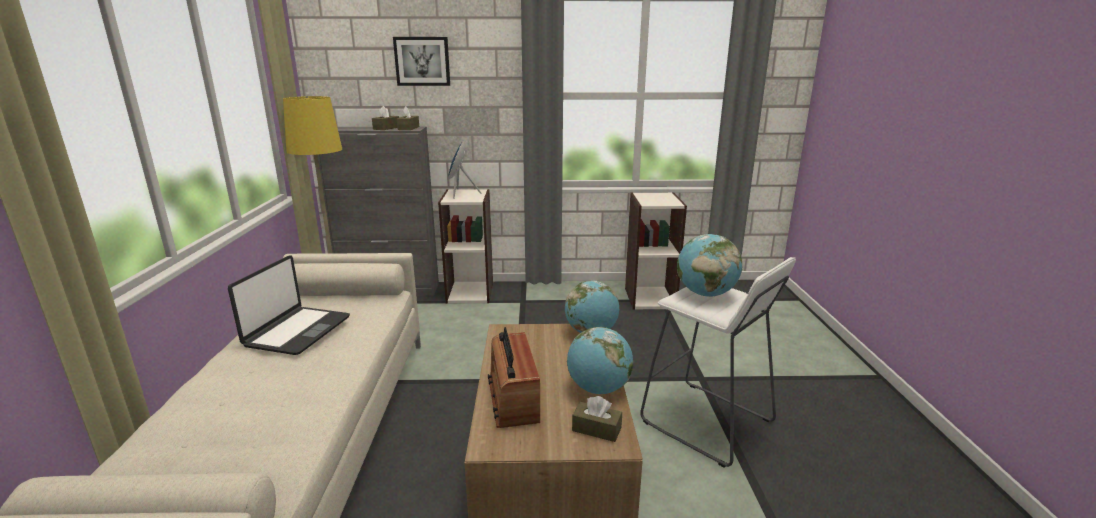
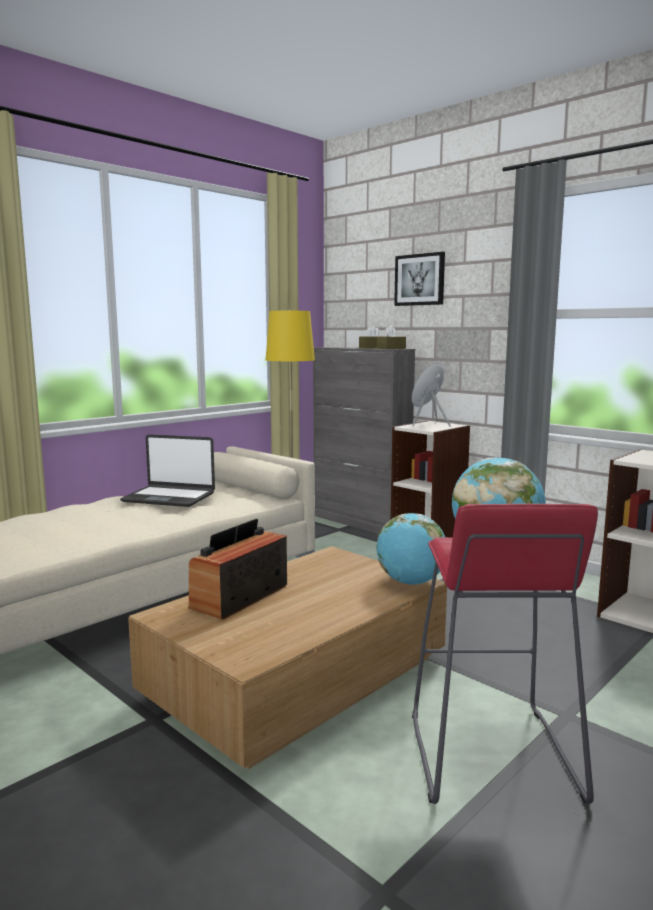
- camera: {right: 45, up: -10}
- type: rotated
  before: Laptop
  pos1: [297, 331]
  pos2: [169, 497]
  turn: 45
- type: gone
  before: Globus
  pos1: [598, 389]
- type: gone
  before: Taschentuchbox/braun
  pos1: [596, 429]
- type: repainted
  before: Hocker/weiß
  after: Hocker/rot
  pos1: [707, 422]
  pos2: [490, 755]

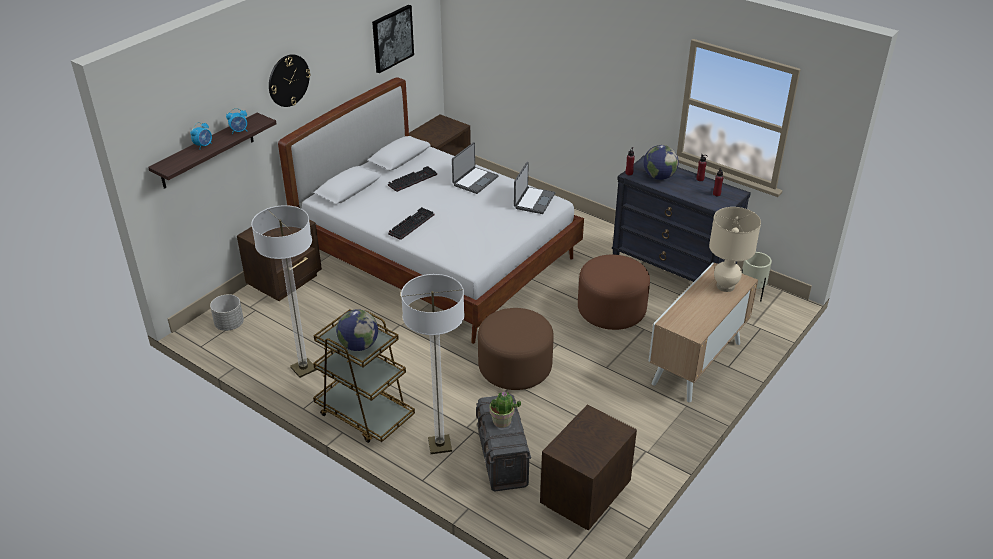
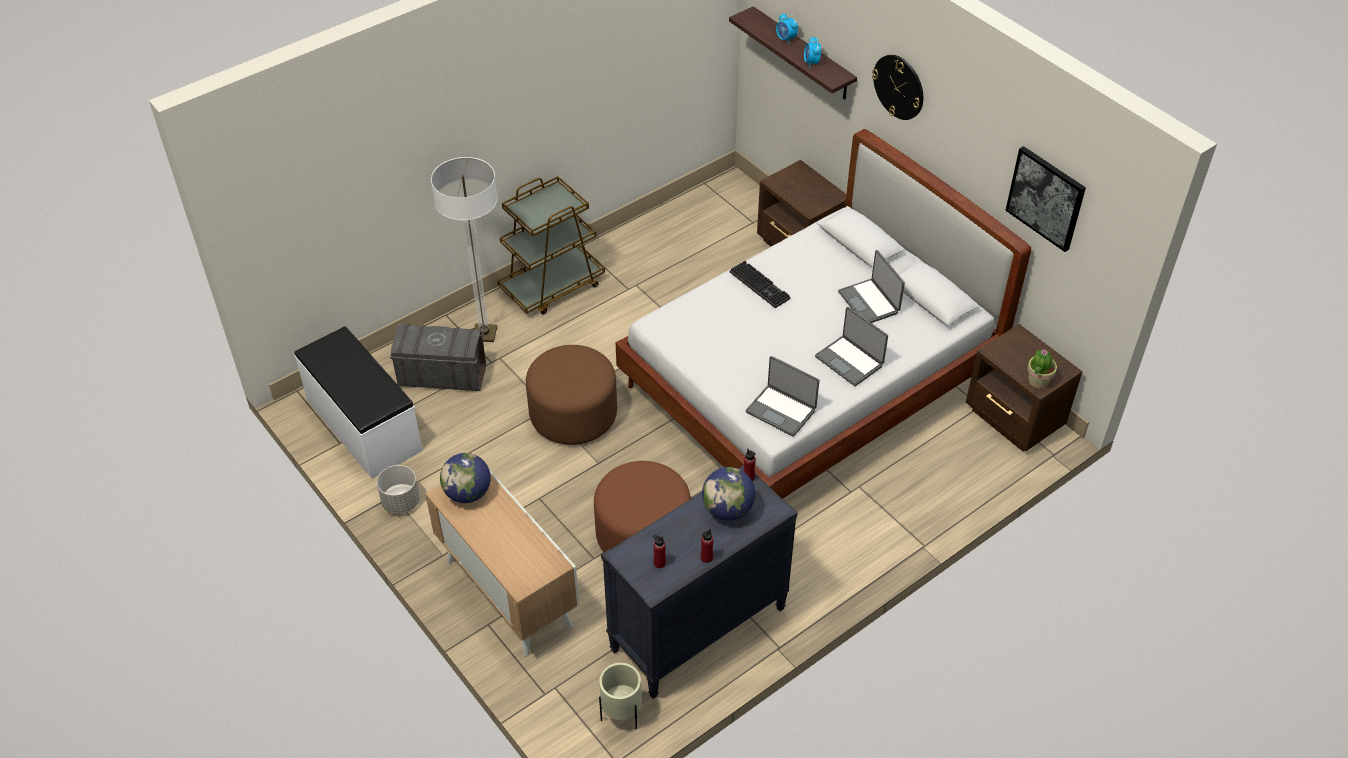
- camera: {right: 105, up: 10}
- type: shifted
  before: Pflanzkübel/grau
  pos1: [229, 324]
  pos2: [401, 502]
- type: gone
  before: Stehlampe
  pos1: [303, 368]
- type: shifted
  before: Globus
  pos1: [359, 345]
  pos2: [468, 493]
- type: swapped
  before: Tastatur
  after: Laptop
  pos1: [412, 179]
  pos2: [869, 302]
- type: shifted
  before: Topfpflanze
  pos1: [502, 421]
  pos2: [1038, 381]
- type: swapped
  before: Nachttisch/braun
  after: Bank/weiß
  pos1: [583, 497]
  pos2: [363, 425]
- type: gone
  before: Tischlampe/beige
  pos1: [725, 286]

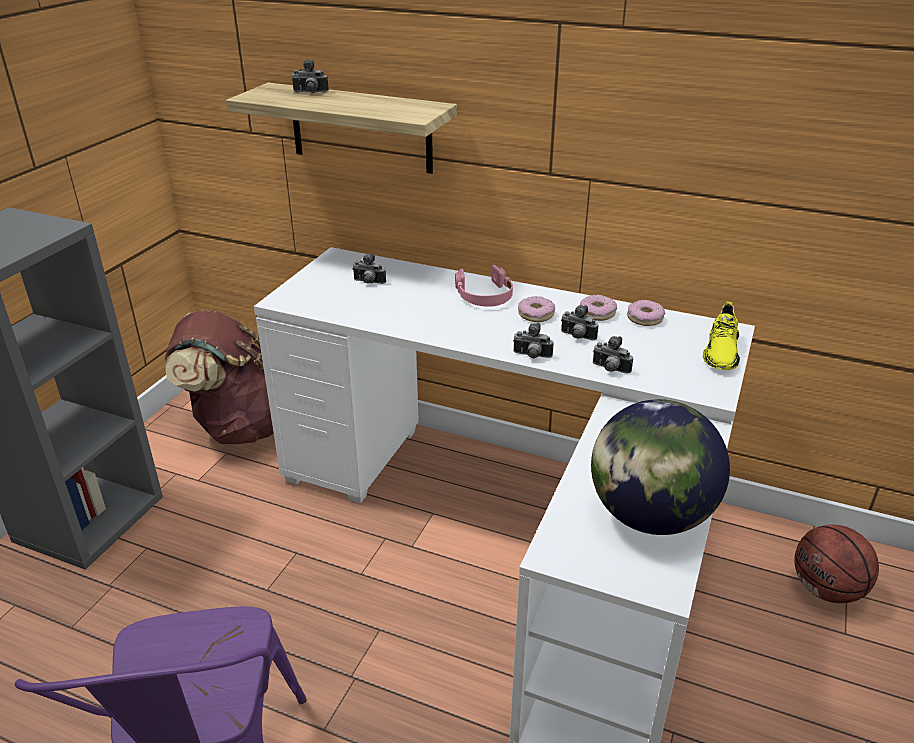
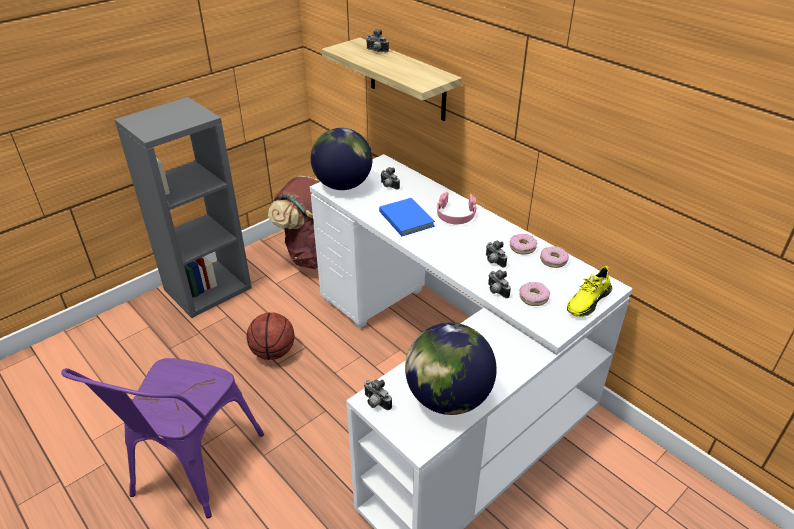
- camera: {right: 25, up: 5}
- type: shifted
  before: Kamera
  pos1: [532, 356]
  pos2: [375, 403]
- type: shifted
  before: Donut
  pos1: [536, 314]
  pos2: [533, 297]
- type: shifted
  before: Basketball
  pos1: [826, 590]
  pos2: [273, 352]
- type: new
  after: Globus
  pos2: [343, 185]
- type: new
  after: Buch/blau
  pos2: [406, 218]

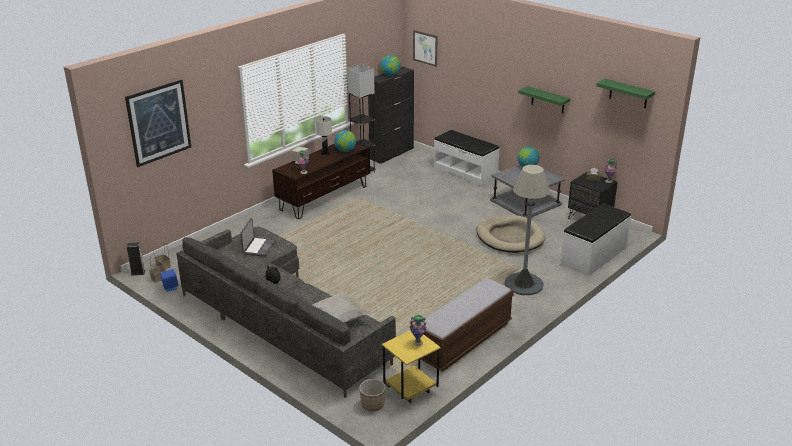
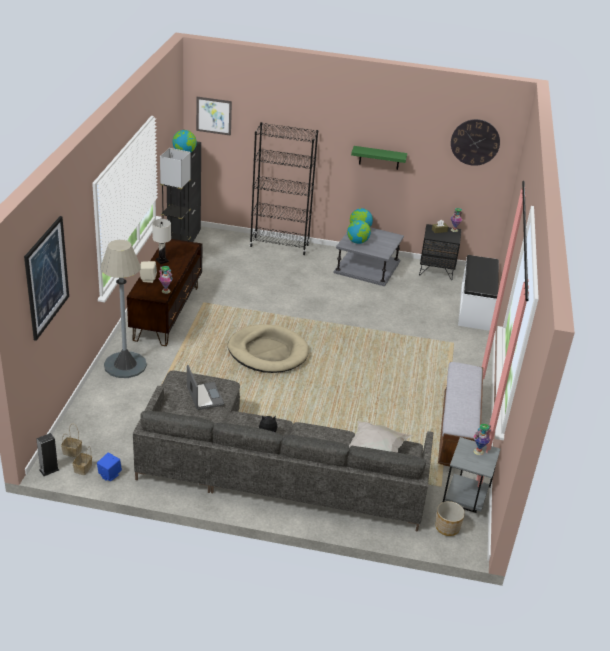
- camera: {right: -35, up: 5}
- type: shifted
  before: Globus
  pos1: [345, 151]
  pos2: [357, 242]
- type: repainted
  before: Beistelltisch/gelb
  after: Beistelltisch/grau
  pos1: [410, 391]
  pos2: [464, 500]
- type: swapped
  before: Bank/weiß
  after: Bücherregal/schwarz
  pos1: [465, 172]
  pos2: [279, 246]
- type: shifted
  before: Hundebett/beige
  pos1: [510, 237]
  pos2: [268, 352]
- type: shifted
  before: Stehlampe/grau
  pos1: [524, 284]
  pos2: [125, 365]
- type: swapped
  before: Wandregal/grün
  after: Wanduhr
  pos1: [628, 94]
  pos2: [475, 142]

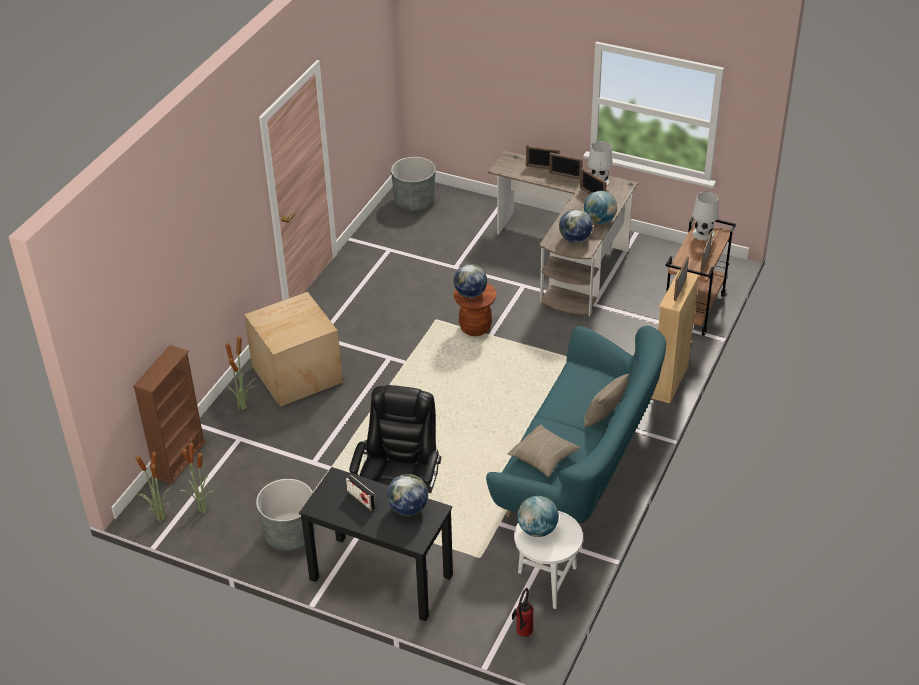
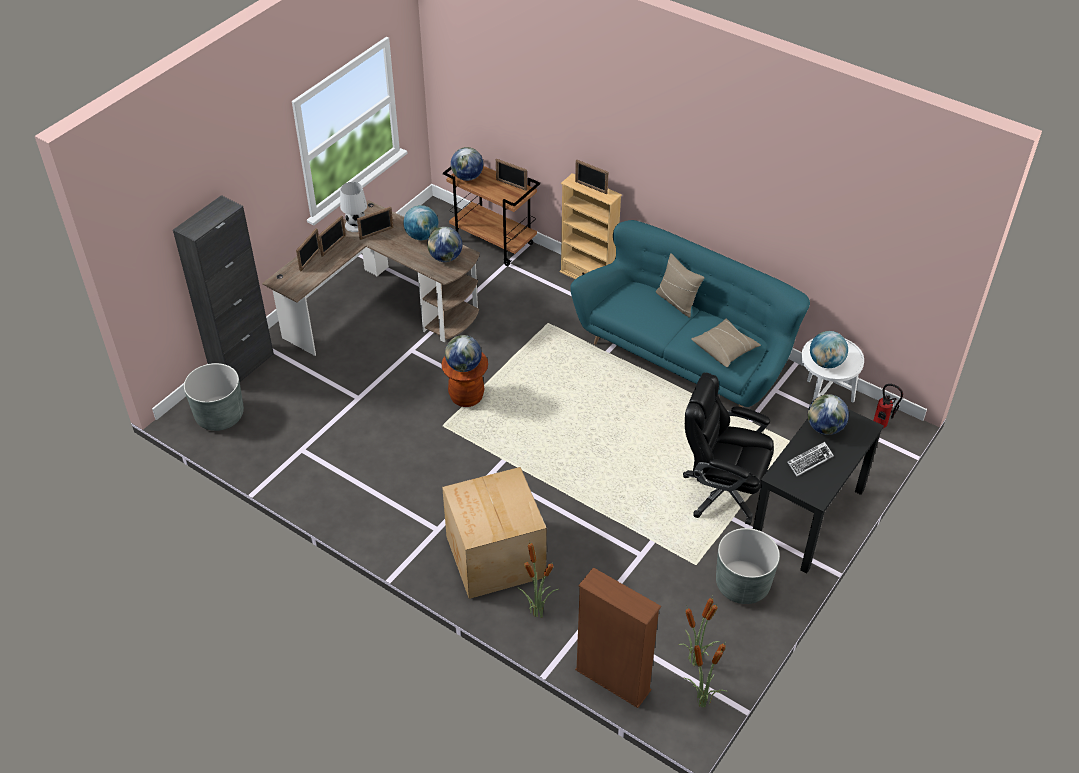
- camera: {right: -80, up: 5}
- type: swapped
  before: Radio
  after: Tastatur
  pos1: [361, 499]
  pos2: [809, 461]
- type: swapped
  before: Tischlampe/weiß
  after: Globus
  pos1: [703, 233]
  pos2: [467, 177]
- type: new
  after: Schrank/schwarz
  pos2: [243, 366]

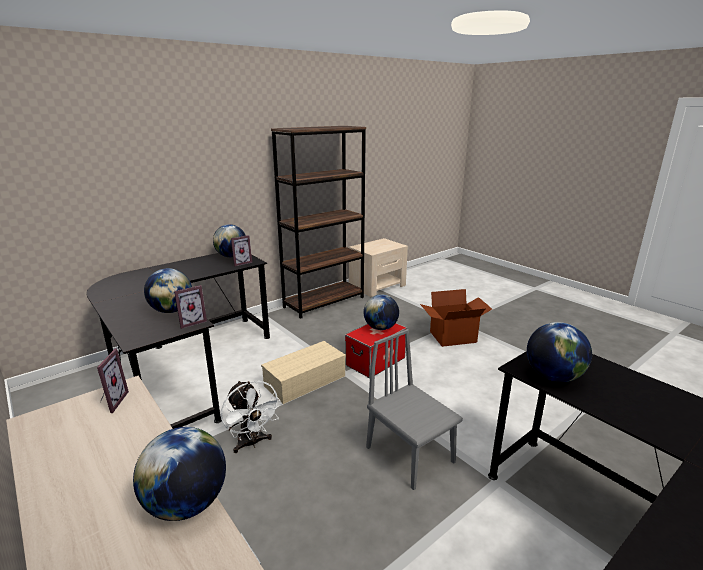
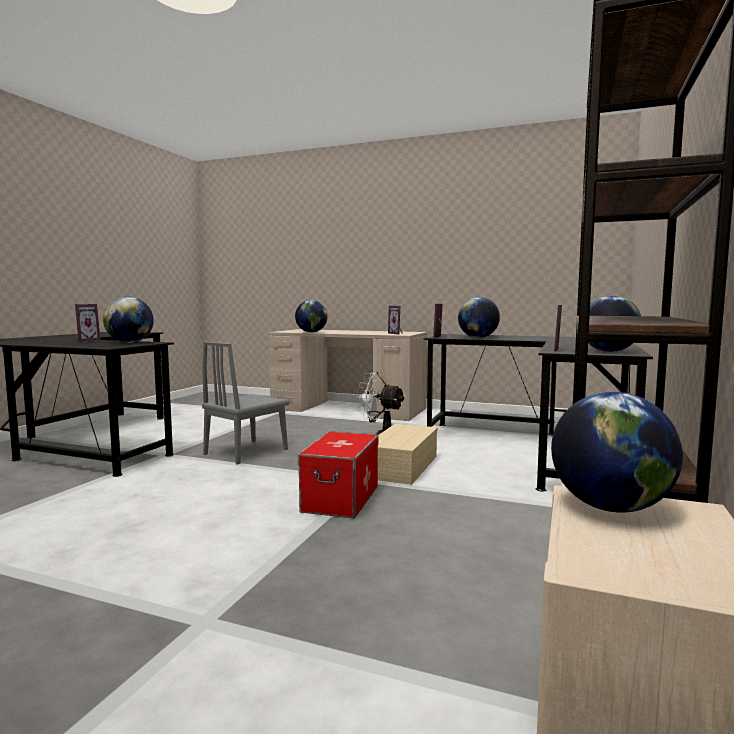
- camera: {right: 150, up: -15}
- type: shifted
  before: Globus
  pos1: [380, 328]
  pos2: [610, 507]
- type: rotated
  before: Stuhl/grau
  pos1: [410, 454]
  pos2: [246, 451]
  turn: 105
- type: gone
  before: Karton
  pos1: [453, 337]
- type: new
  after: Bilderrahmen
  pos2: [85, 340]

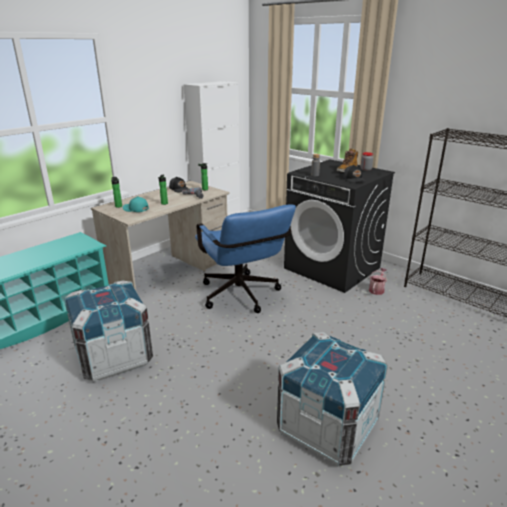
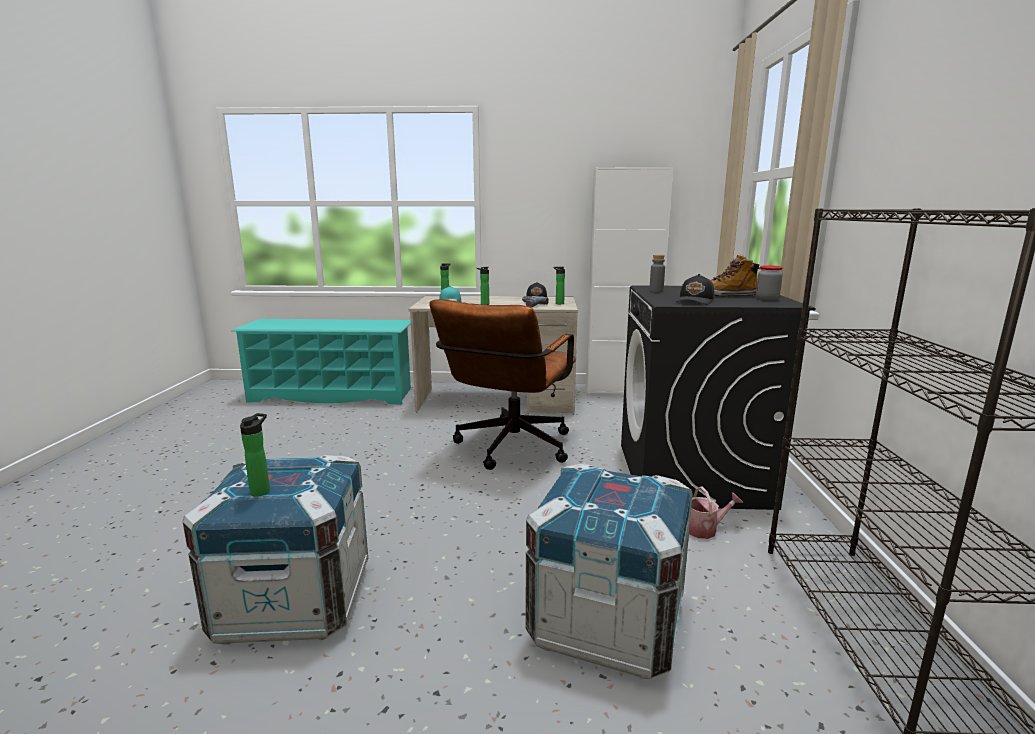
- camera: {right: 50, up: -10}
- type: shifted
  before: Kiste
  pos1: [114, 357]
  pos2: [606, 622]
- type: repainted
  before: Bürostuhl/blau
  after: Bürostuhl/braun
  pos1: [242, 297]
  pos2: [509, 450]
- type: new
  after: Flasche
  pos2: [262, 490]

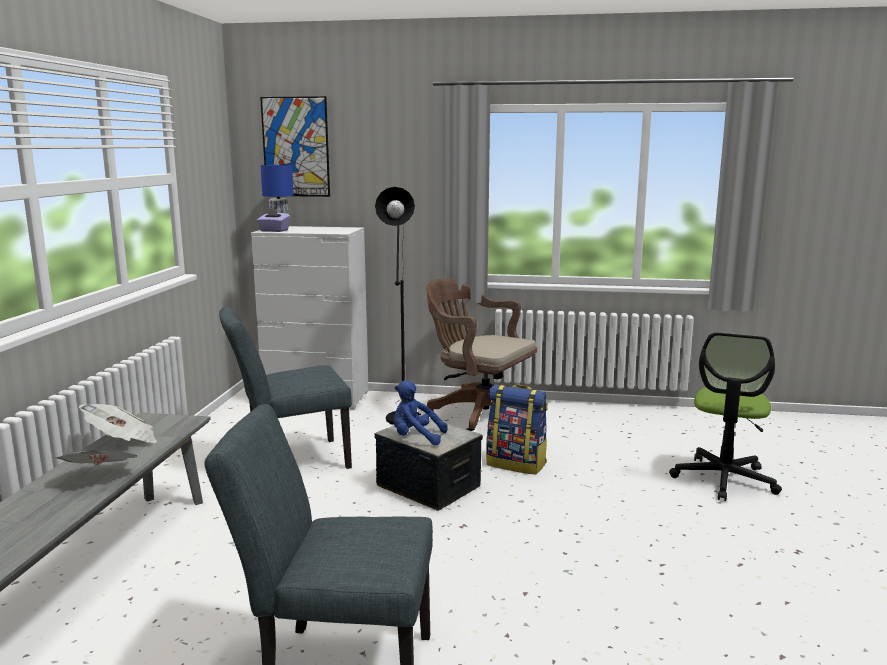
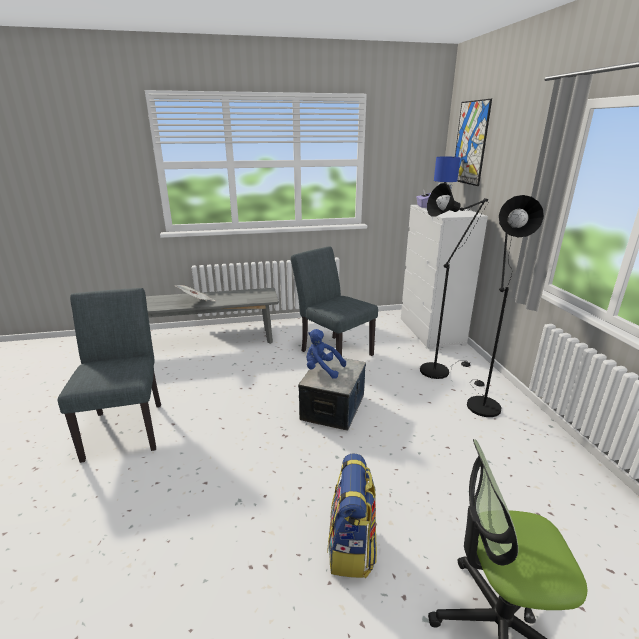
- camera: {right: 70, up: 10}
- type: gone
  before: Zeitung
  pos1: [122, 441]
- type: rotated
  before: Plüschtier/blau
  pos1: [416, 438]
  pos2: [322, 369]
  turn: -60
- type: swapped
  before: Bürostuhl/braun
  after: Stehlampe/schwarz
  pos1: [479, 415]
  pos2: [481, 403]
- type: shifted
  before: Rucksack
  pos1: [517, 464]
  pos2: [352, 548]

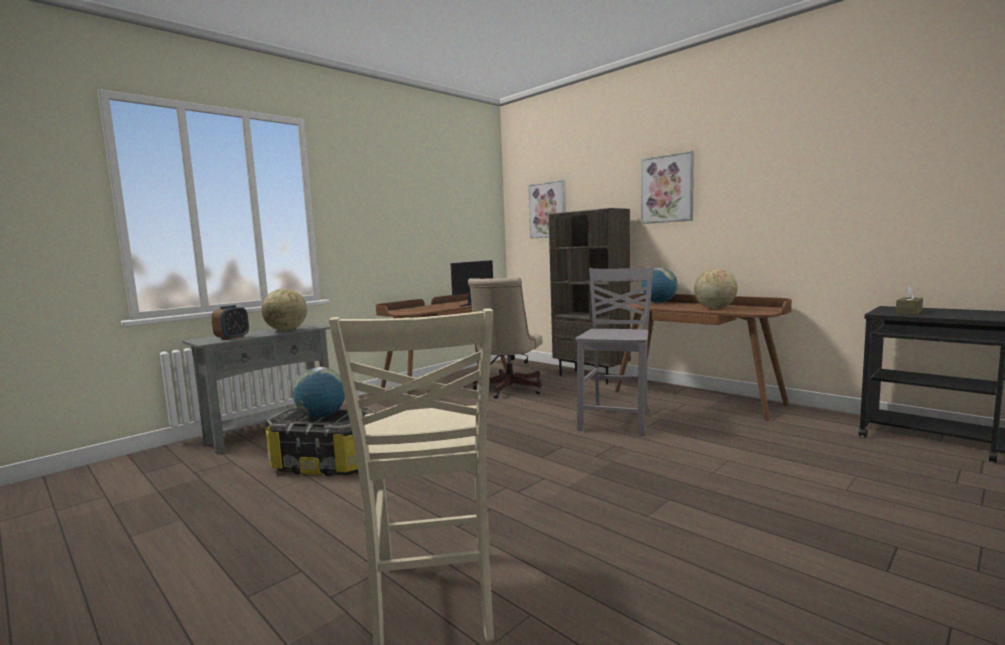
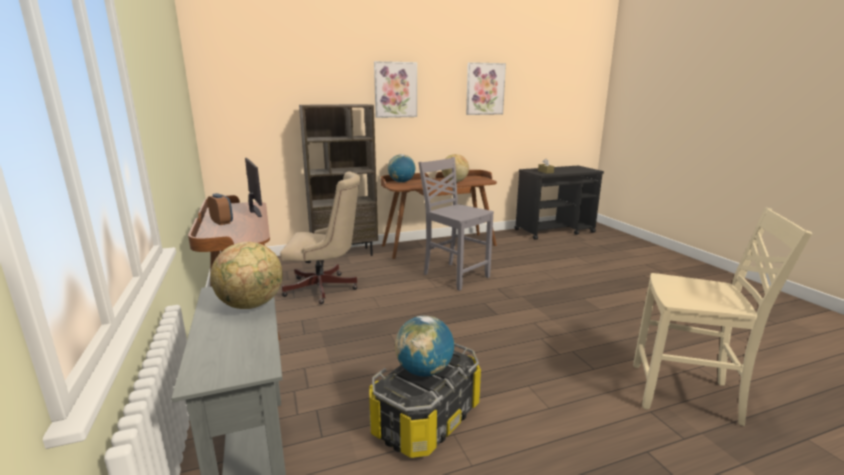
- camera: {right: -65, up: 10}
- type: shifted
  before: Wecker
  pos1: [232, 338]
  pos2: [222, 222]
- type: rotated
  before: Bürostuhl/beige
  pos1: [507, 390]
  pos2: [325, 288]
  turn: -45
- type: shifted
  before: Bild
  pos1: [548, 210]
  pos2: [485, 89]

